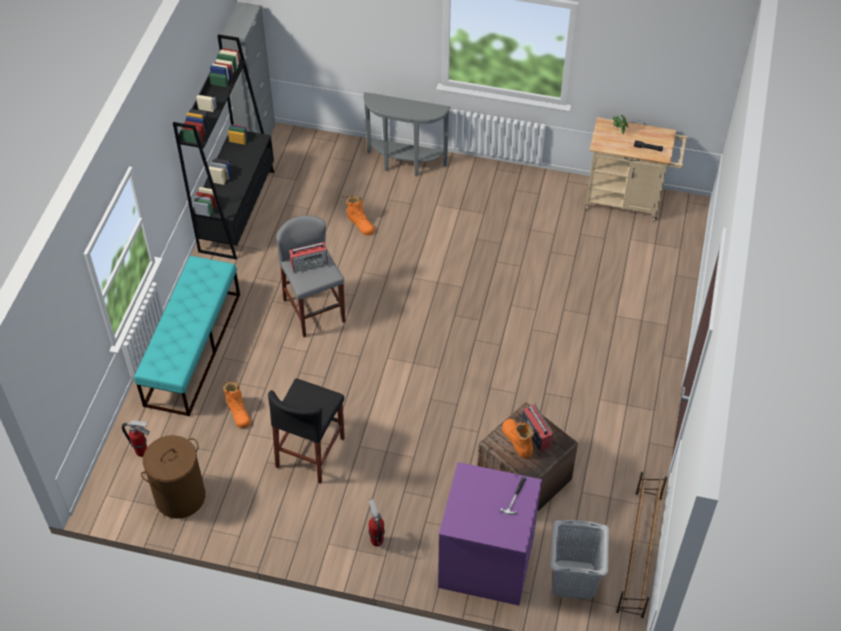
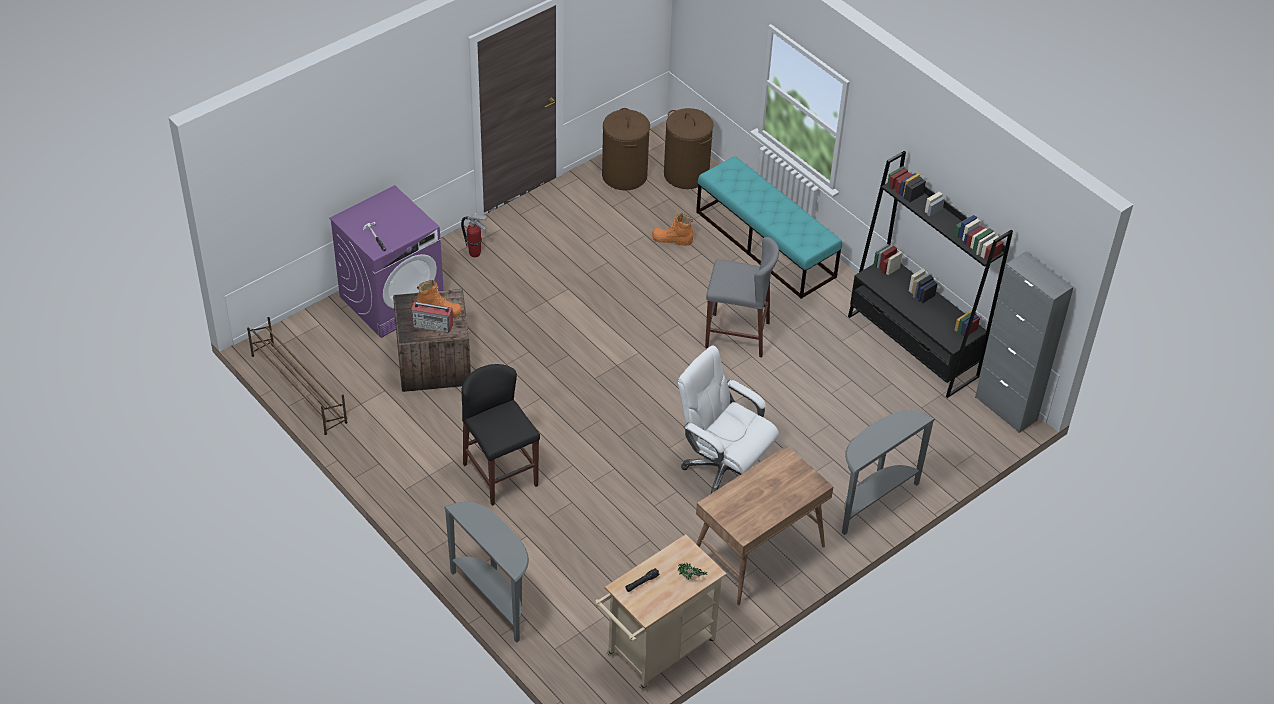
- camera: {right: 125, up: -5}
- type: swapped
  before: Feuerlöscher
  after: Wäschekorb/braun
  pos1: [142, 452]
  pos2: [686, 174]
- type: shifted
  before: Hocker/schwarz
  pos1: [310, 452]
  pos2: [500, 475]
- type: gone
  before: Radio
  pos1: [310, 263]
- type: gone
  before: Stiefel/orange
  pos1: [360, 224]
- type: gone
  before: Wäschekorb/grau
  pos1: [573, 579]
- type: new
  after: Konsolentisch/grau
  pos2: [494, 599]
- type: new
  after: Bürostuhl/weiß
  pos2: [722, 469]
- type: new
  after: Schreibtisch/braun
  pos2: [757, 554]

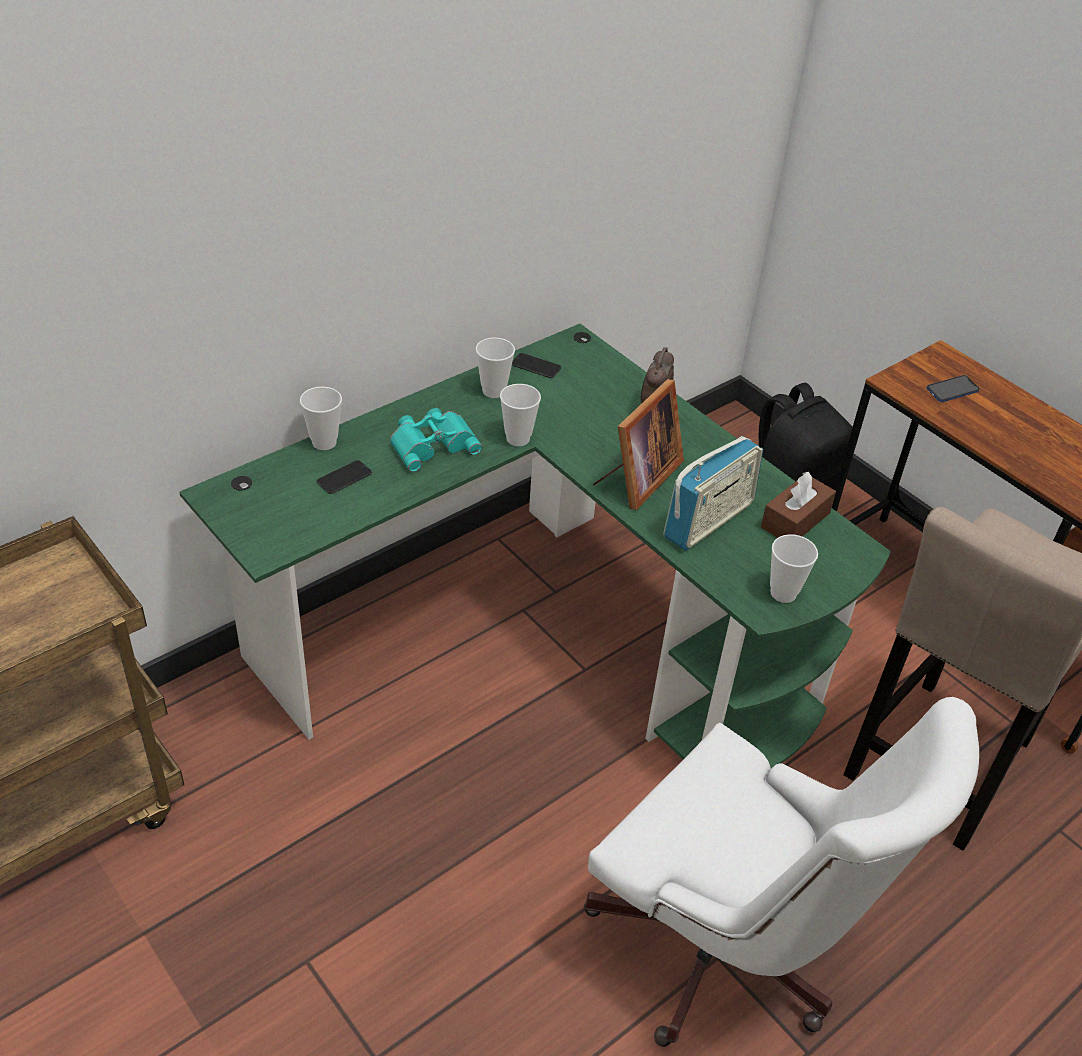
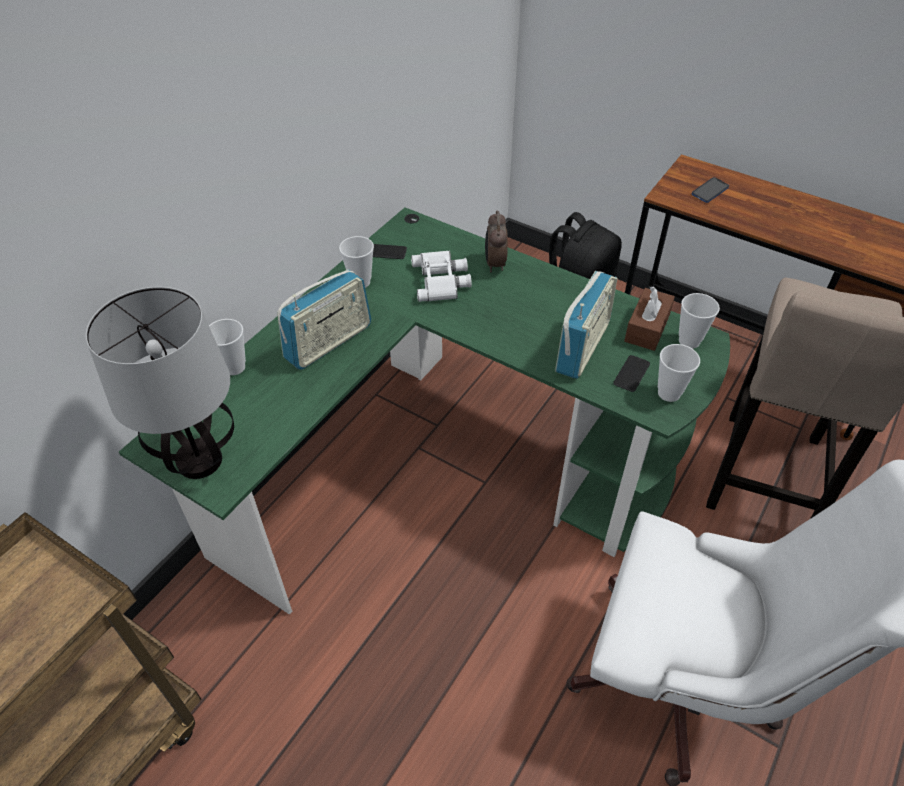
- camera: {right: -15, up: 5}
- type: shifted
  before: Handy
  pos1: [344, 478]
  pos2: [631, 374]
- type: swapped
  before: Fernglas/türkis
  after: Radio
  pos1: [432, 443]
  pos2: [329, 342]
- type: shifted
  before: Tasse
  pos1: [518, 438]
  pos2: [689, 341]
- type: gone
  before: Bilderrahmen
  pos1: [637, 479]
- type: new
  after: Tischlampe
  pos2: [201, 460]
- type: new
  after: Fernglas/weiß
  pos2: [442, 280]

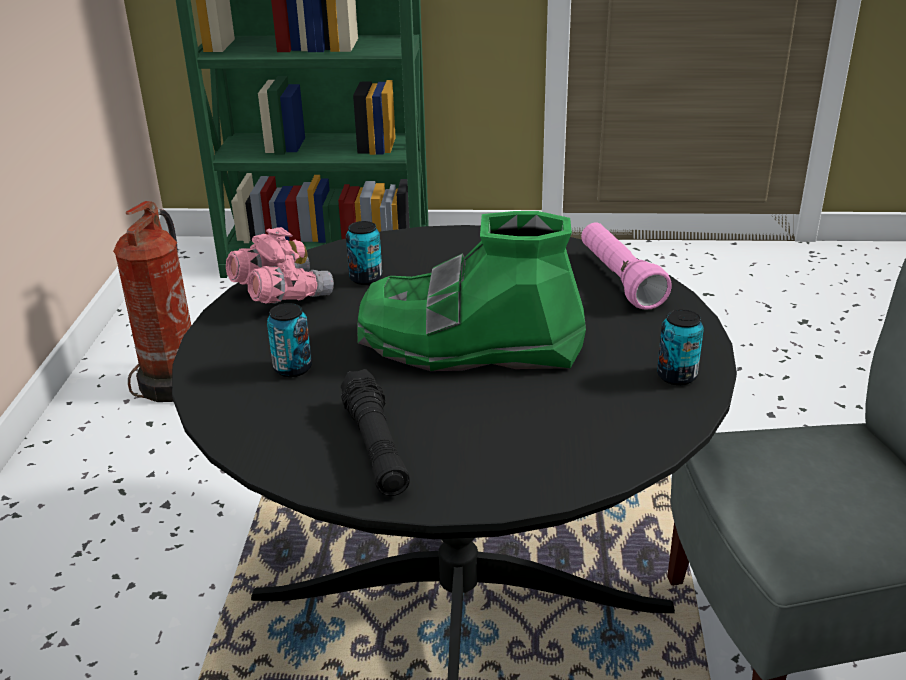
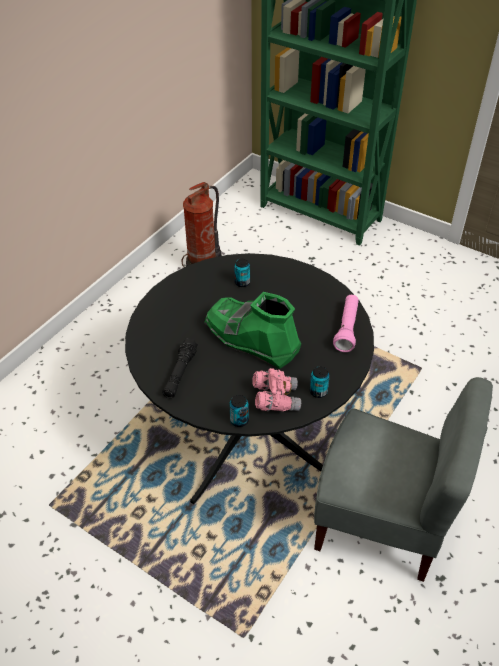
- camera: {right: 30, up: 15}
- type: shifted
  before: Fernglas/rosa
  pos1: [280, 295]
  pos2: [275, 399]
- type: shifted
  before: Dose
  pos1: [293, 368]
  pos2: [239, 420]

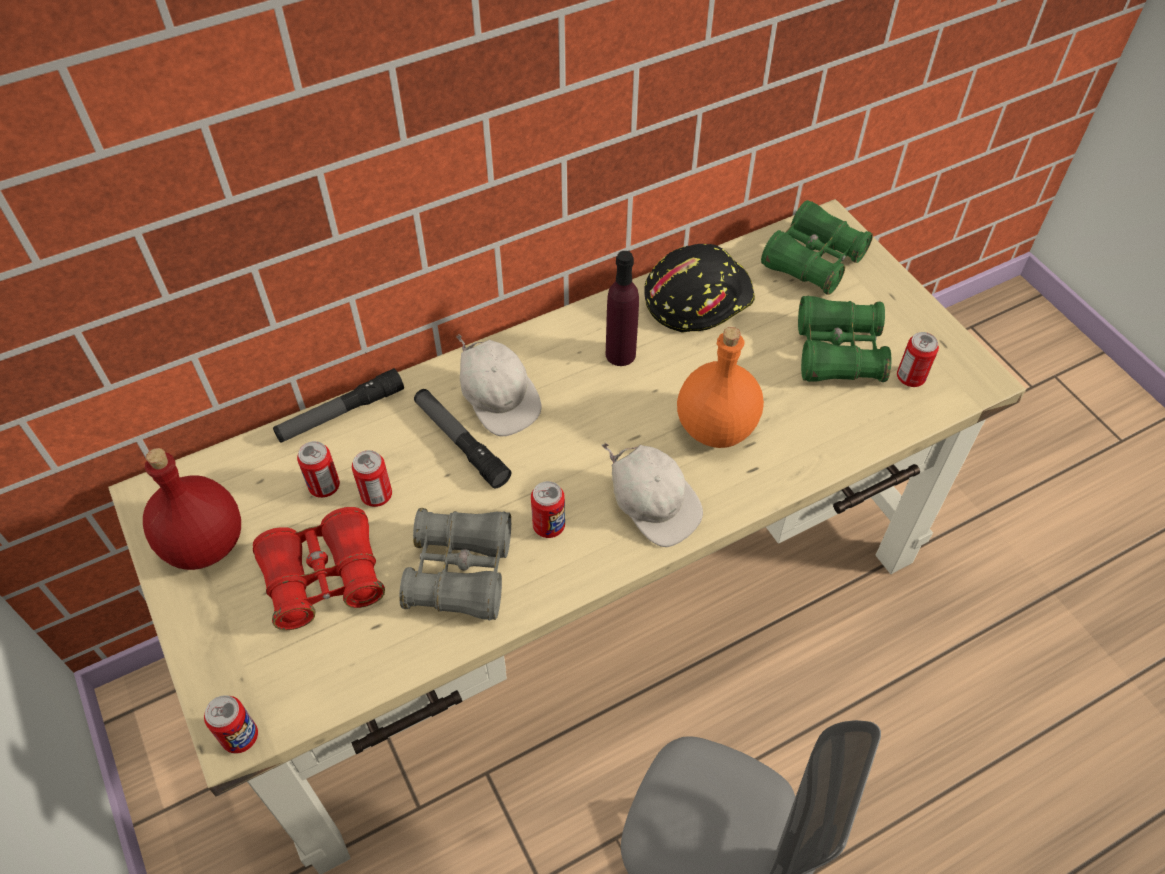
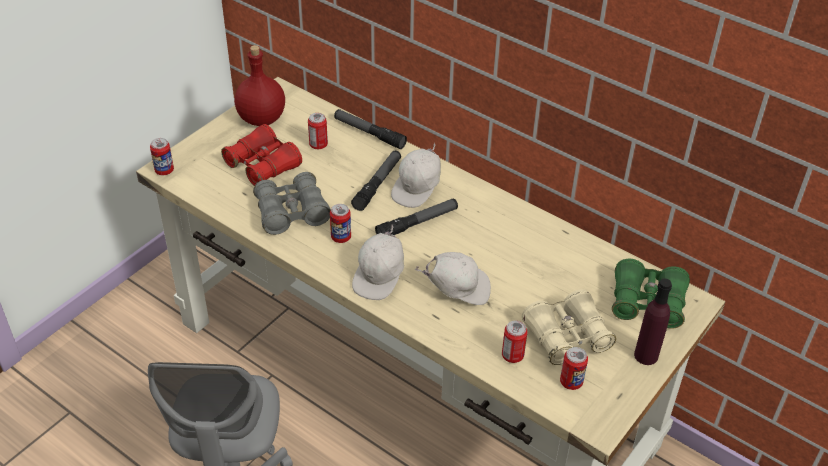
- camera: {right: 65, up: -10}
- type: shifted
  before: Dose
  pos1: [376, 495]
  pos2: [512, 355]
- type: shifted
  before: Flasche/lila
  pos1: [620, 354]
  pos2: [646, 355]
- type: gone
  before: Schutzhelm/schwarz
  pos1: [697, 297]
- type: swapped
  before: Flasche/orange
  after: Kappe/weiß
  pos1: [714, 428]
  pos2: [457, 289]
- type: repainted
  before: Fernglas/grün
  after: Fernglas/beige
  pos1: [838, 352]
  pos2: [567, 336]
- type: new
  after: Taschenlampe
  pos2: [417, 223]

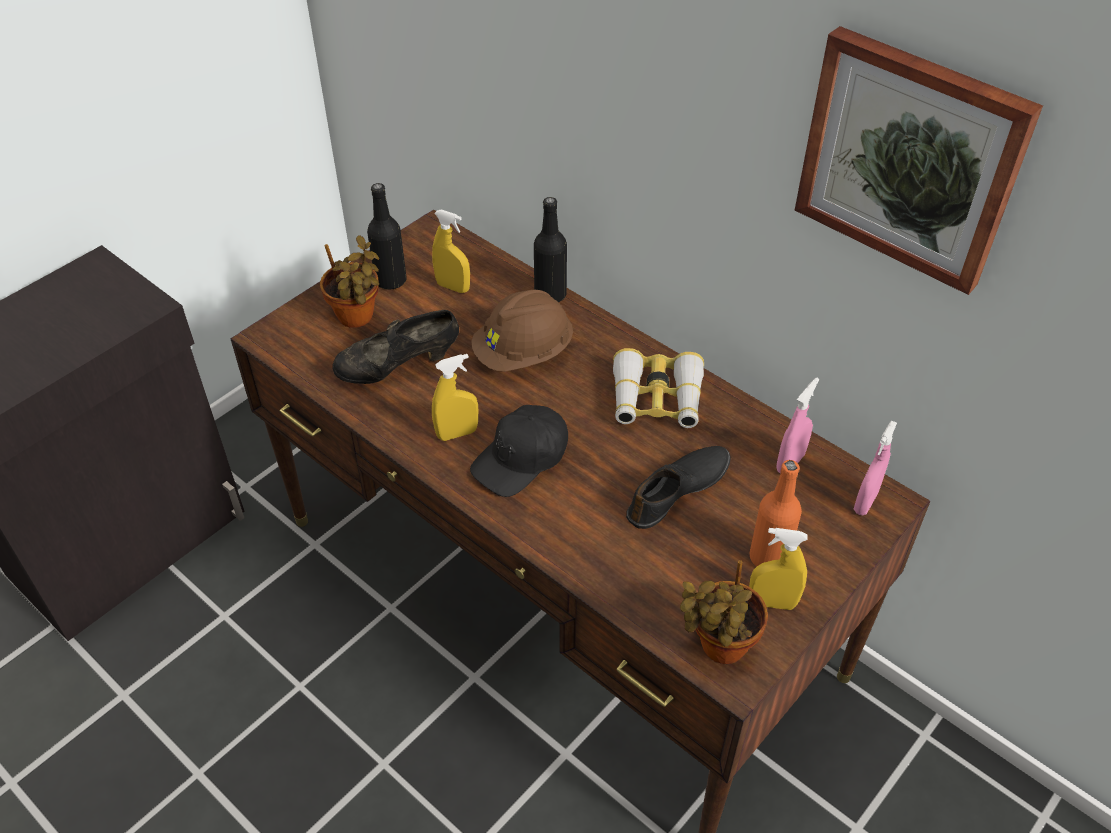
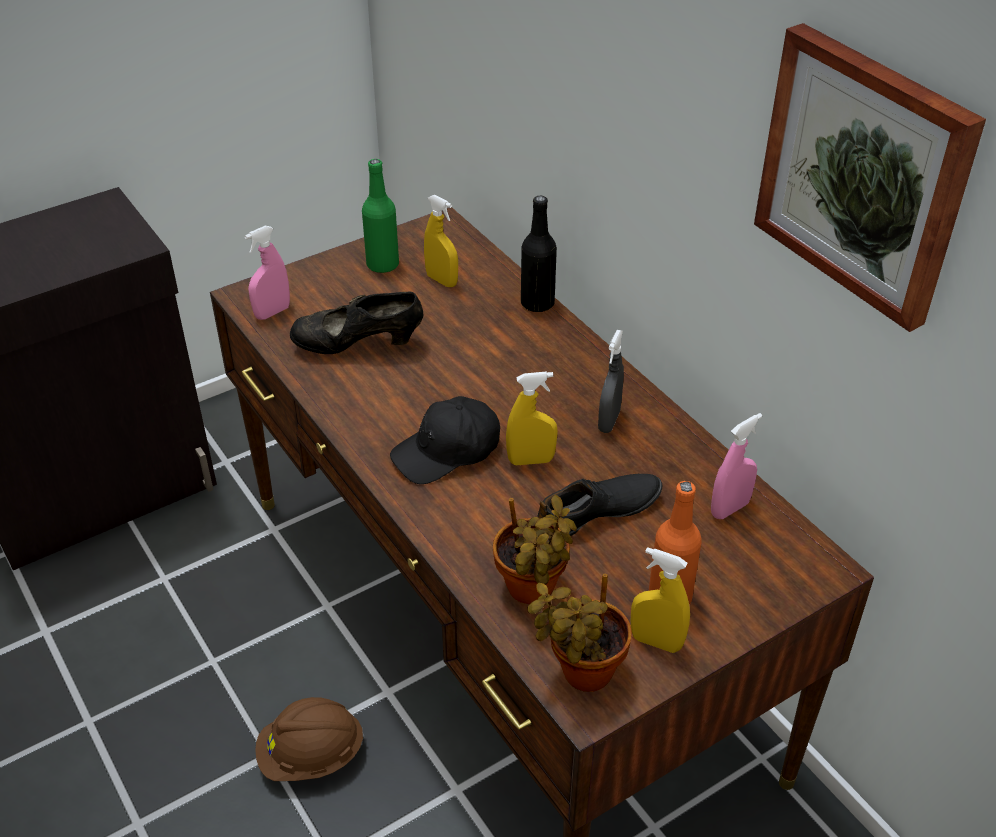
- camera: {right: 15, up: -5}
- type: shifted
  before: Topfpflanze
  pos1: [357, 318]
  pos2: [532, 591]
- type: repainted
  before: Flasche/schwarz
  after: Flasche/grün
  pos1: [390, 280]
  pos2: [382, 265]
- type: shifted
  before: Sprühflasche/gelb
  pos1: [457, 433]
  pos2: [531, 460]
- type: shifted
  before: Schutzhelm/braun
  pos1: [523, 354]
  pos2: [311, 756]
- type: swapped
  before: Fernglas
  after: Sprühflasche/grau
  pos1: [656, 399]
  pos2: [609, 421]
- type: shifted
  before: Sprühflasche/rosa
  pos1: [865, 502]
  pos2: [272, 312]

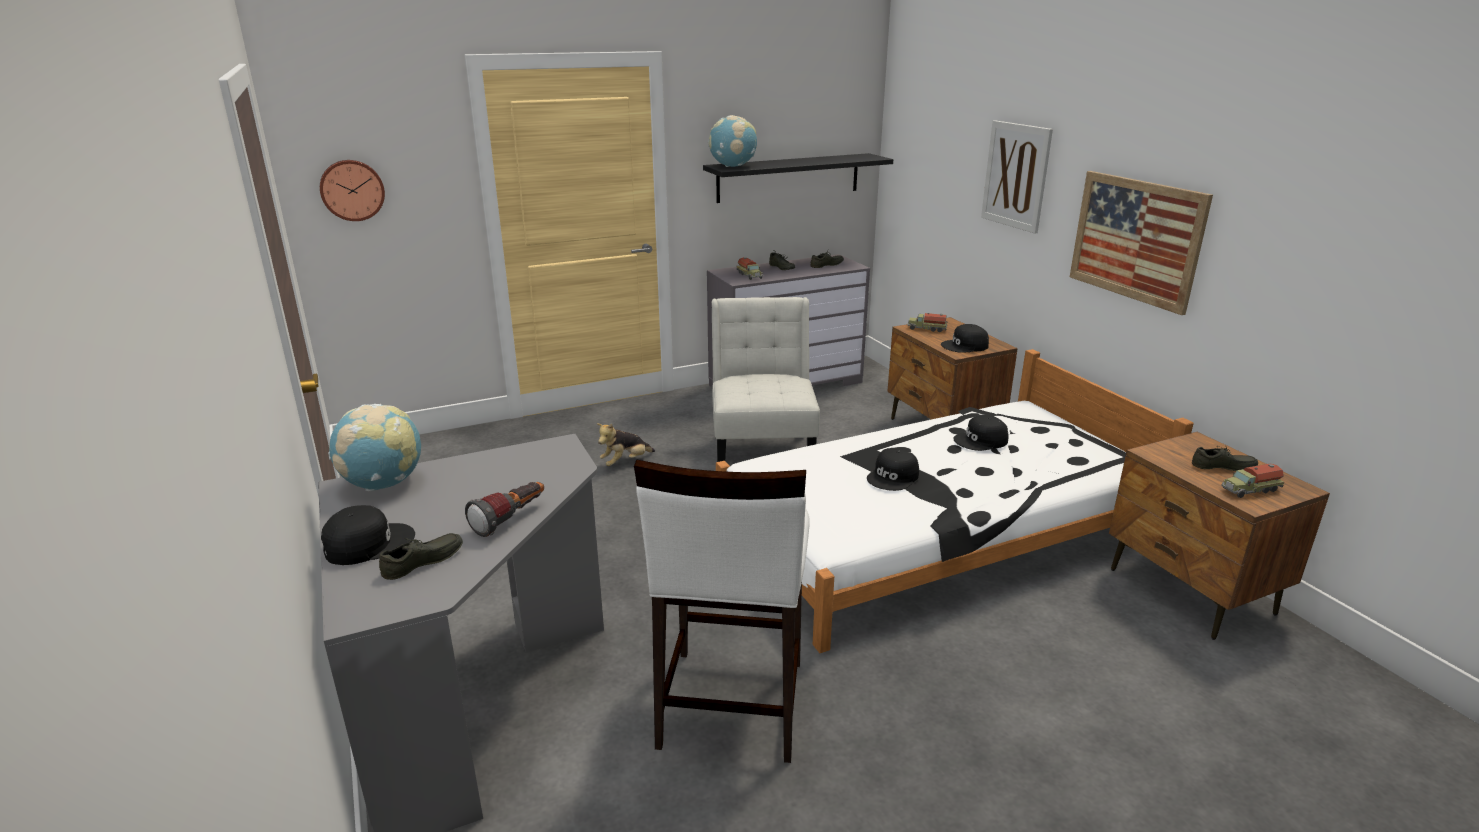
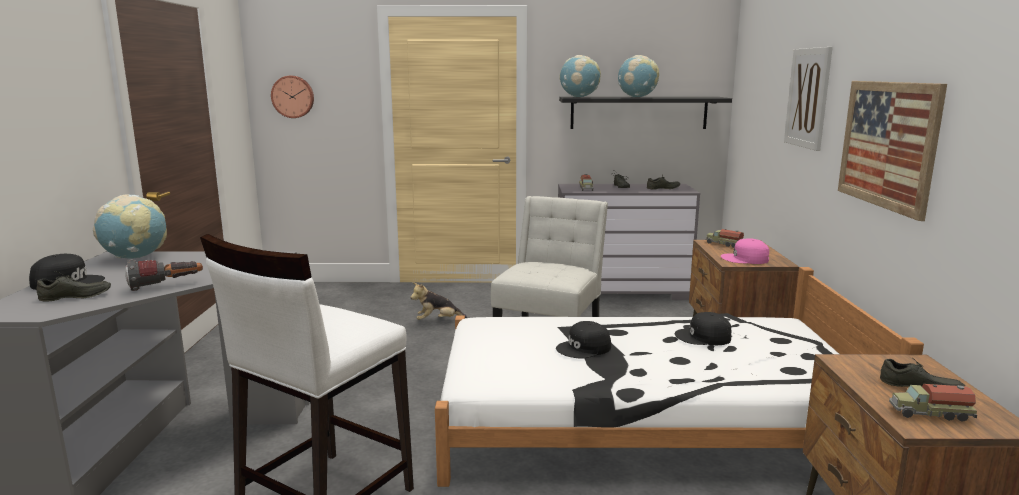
- camera: {right: 25, up: -10}
- type: repainted
  before: Kappe/schwarz
  after: Kappe/rosa
  pos1: [965, 346]
  pos2: [745, 259]
- type: new
  after: Globus
  pos2: [637, 97]

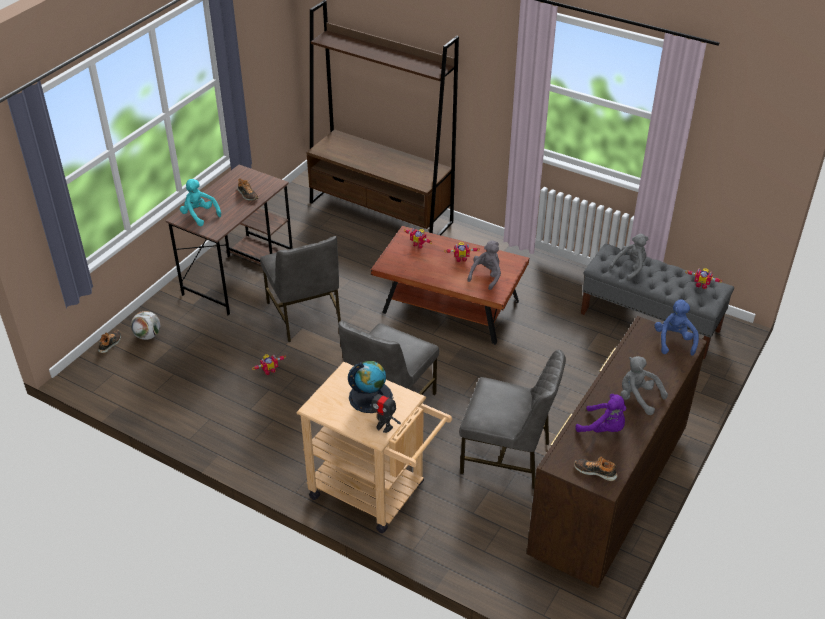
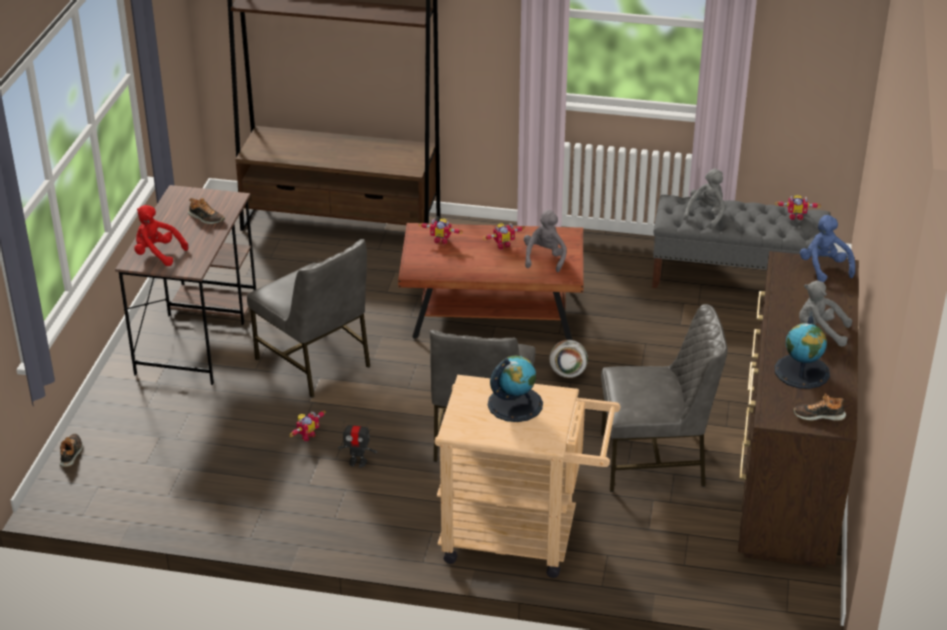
- camera: {right: -20, up: -5}
- type: shifted
  before: Fußball
  pos1: [147, 335]
  pos2: [567, 373]
- type: repainted
  before: Plüschtier/türkis
  after: Plüschtier/rot
  pos1: [199, 215]
  pos2: [157, 254]
- type: shifted
  before: Spielzeugroboter
  pos1: [384, 426]
  pos2: [358, 462]
- type: swapped
  before: Plüschtier/lila
  after: Globus
  pos1: [603, 428]
  pos2: [802, 371]

